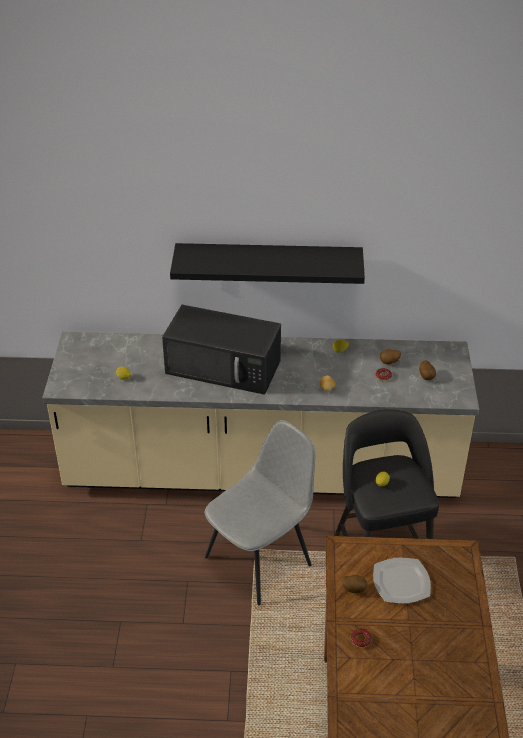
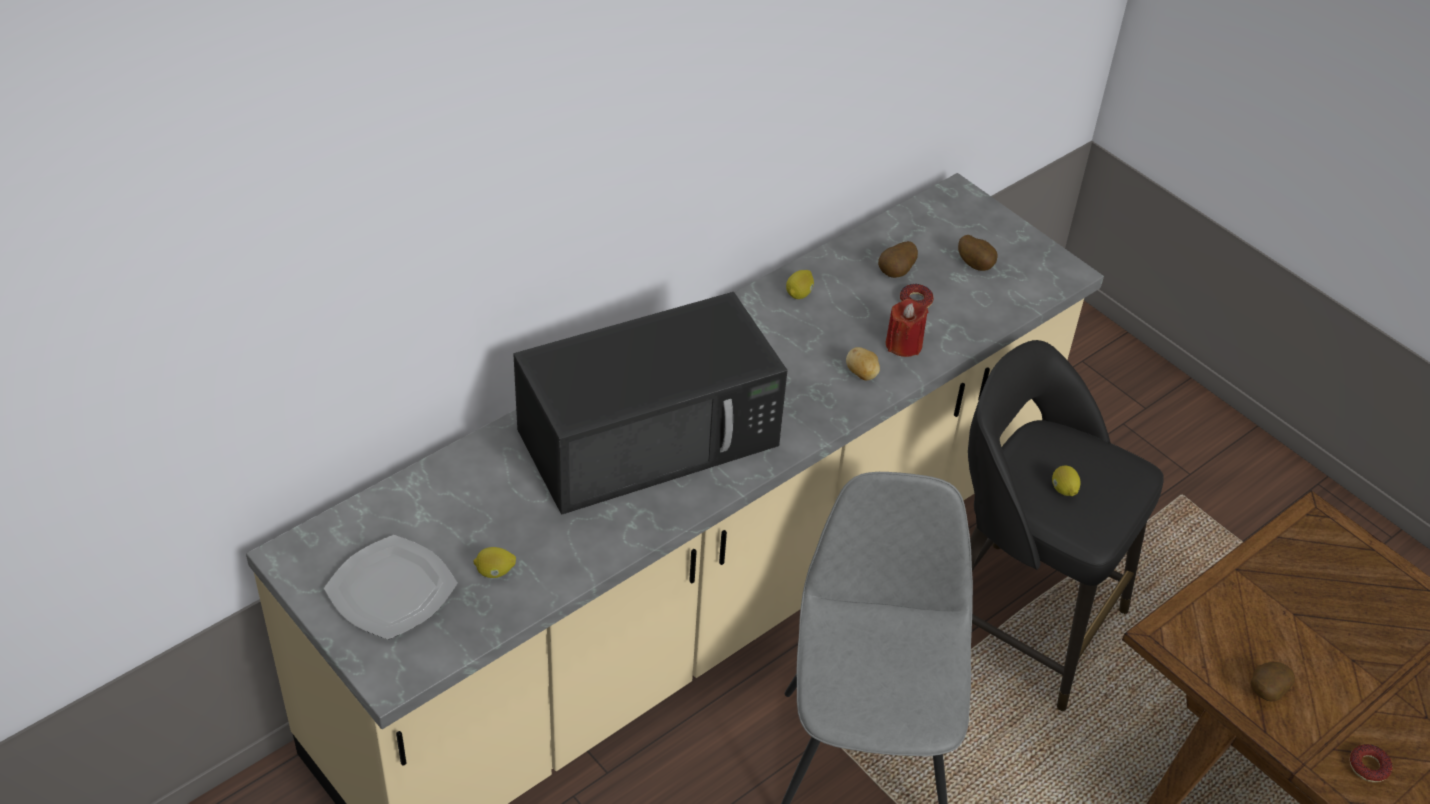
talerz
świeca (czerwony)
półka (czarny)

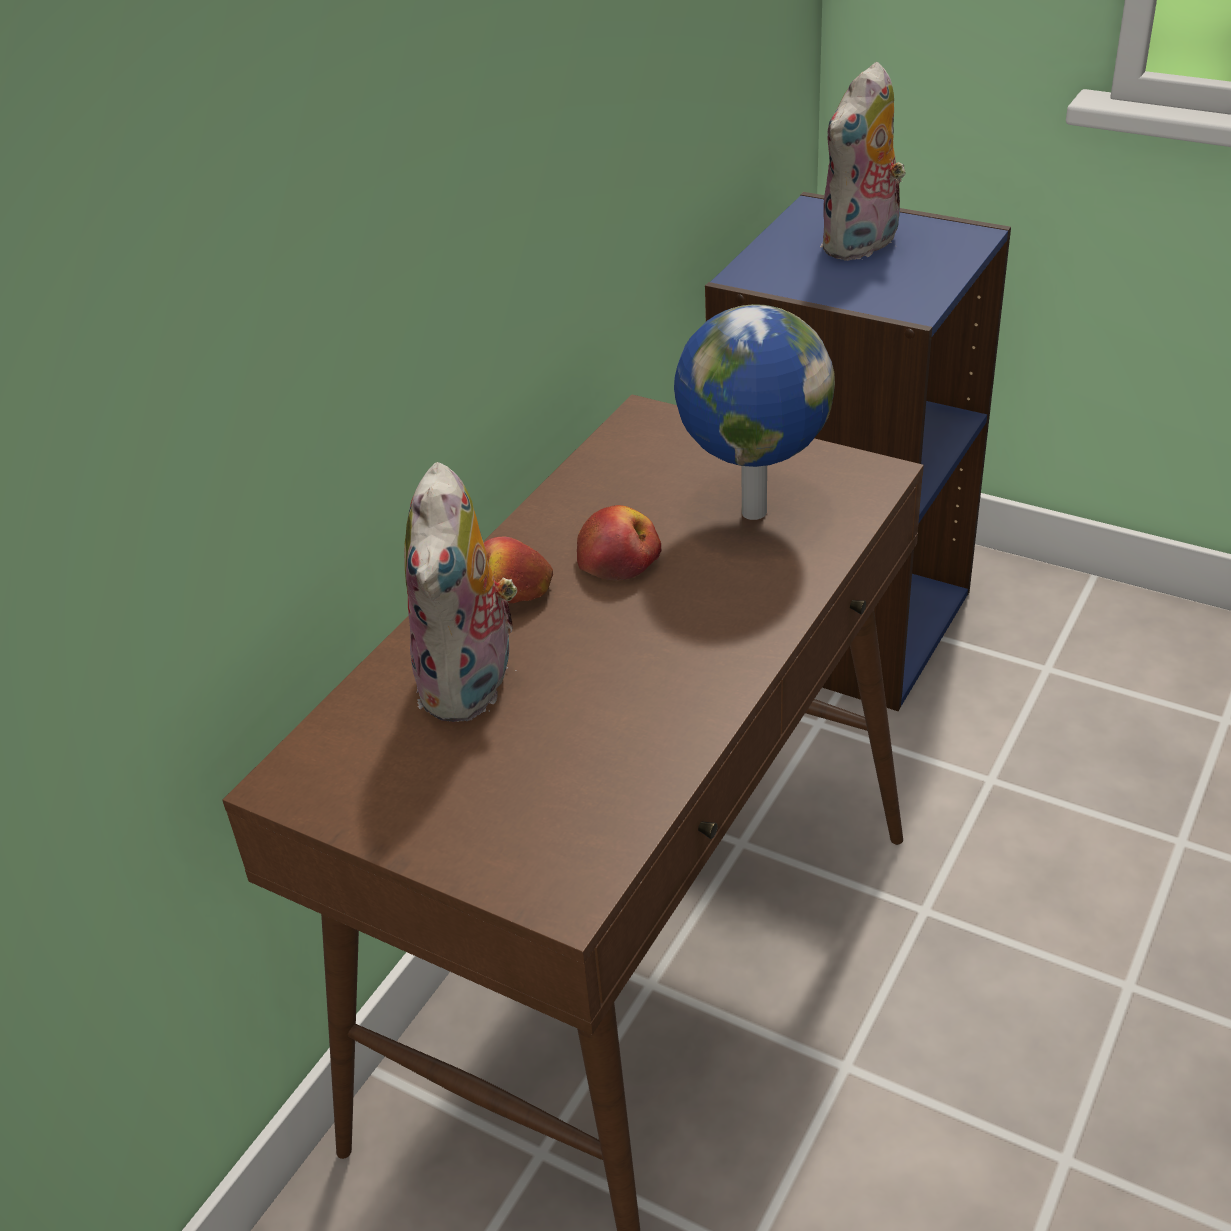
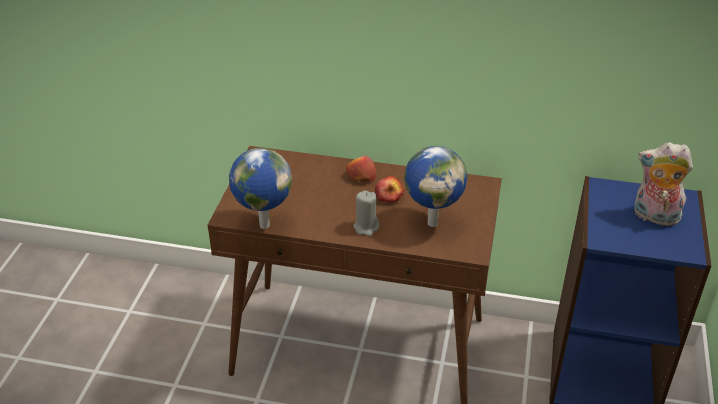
globus (no. 1 from left)
świeca (szary)
pluszak (no. 1 from left in the first image)

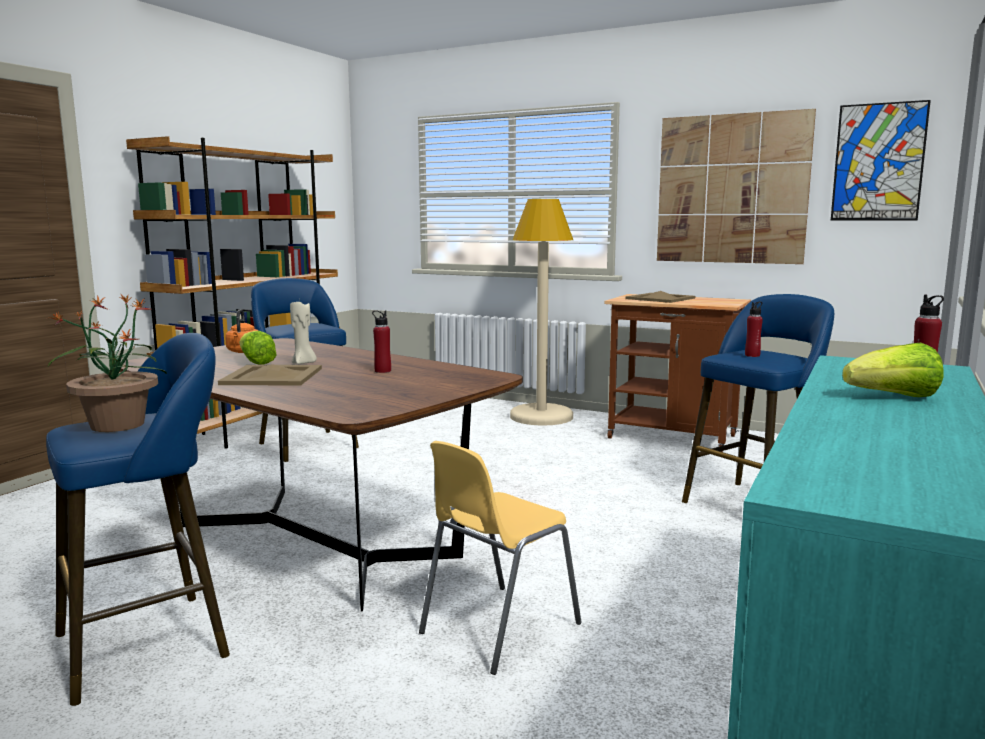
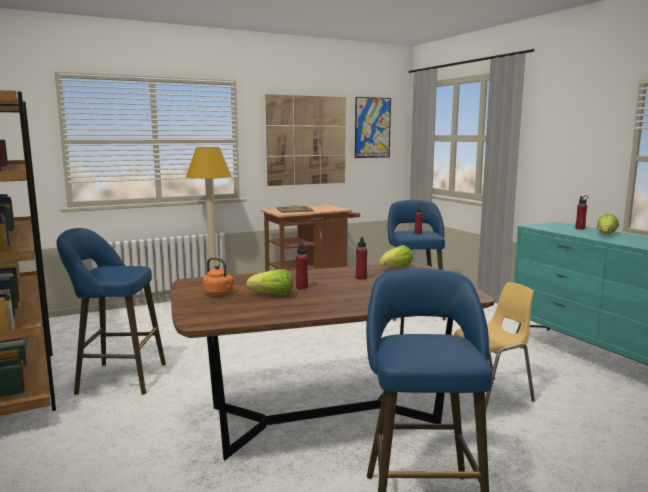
butelka (czerwony) (no. 1 from left)
sałata (no. 2 from left)
krzesło (żółty)
roślina doniczkowa
taca (beżowy) (no. 1 from left in the first image)

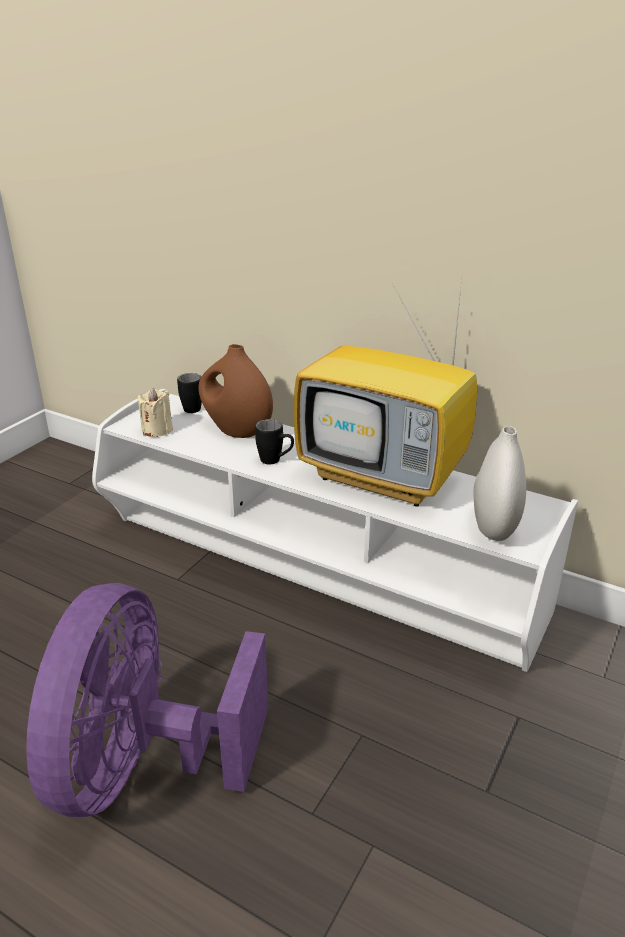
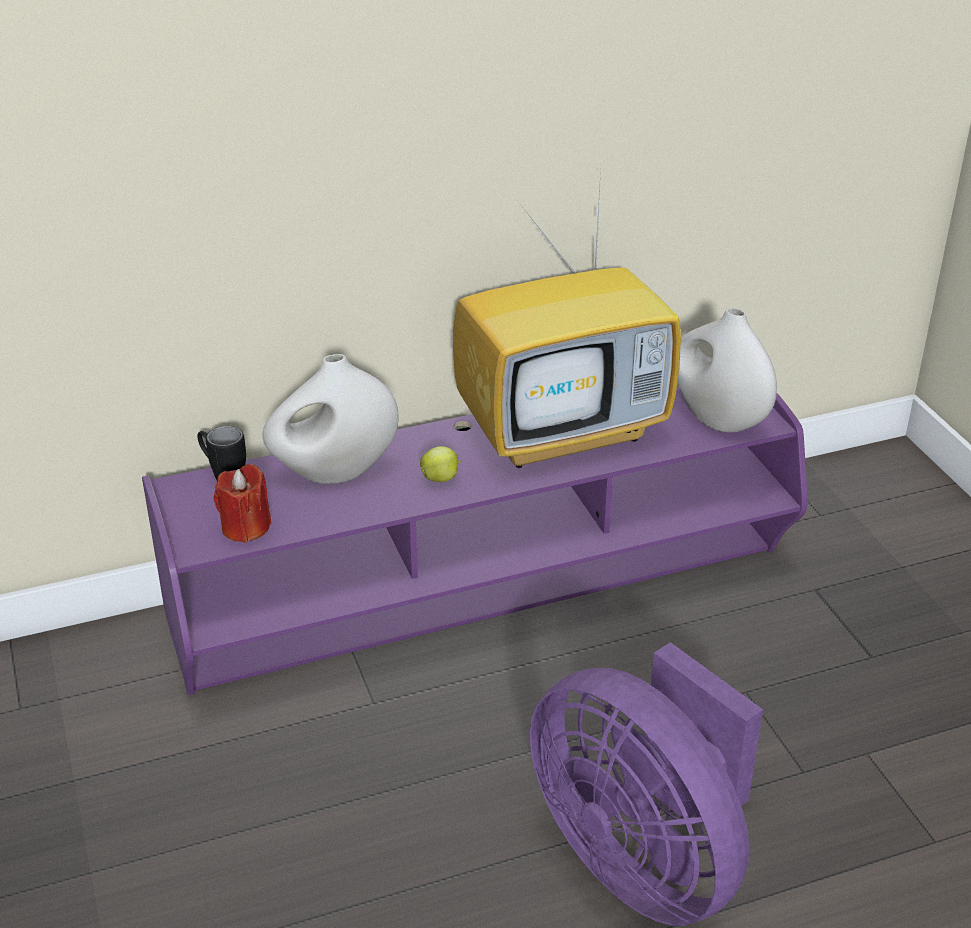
szafka pod telewizor (fioletowy)
świeca (czerwony)
wazon (biały) (no. 1 from left)
jabłko

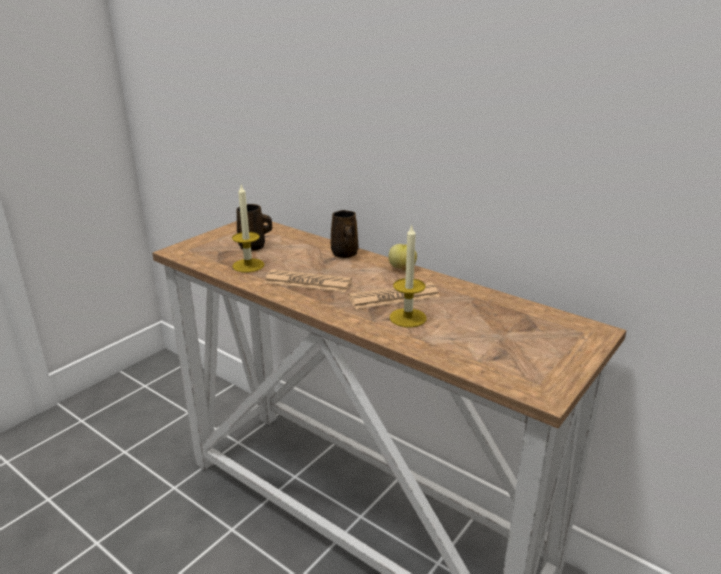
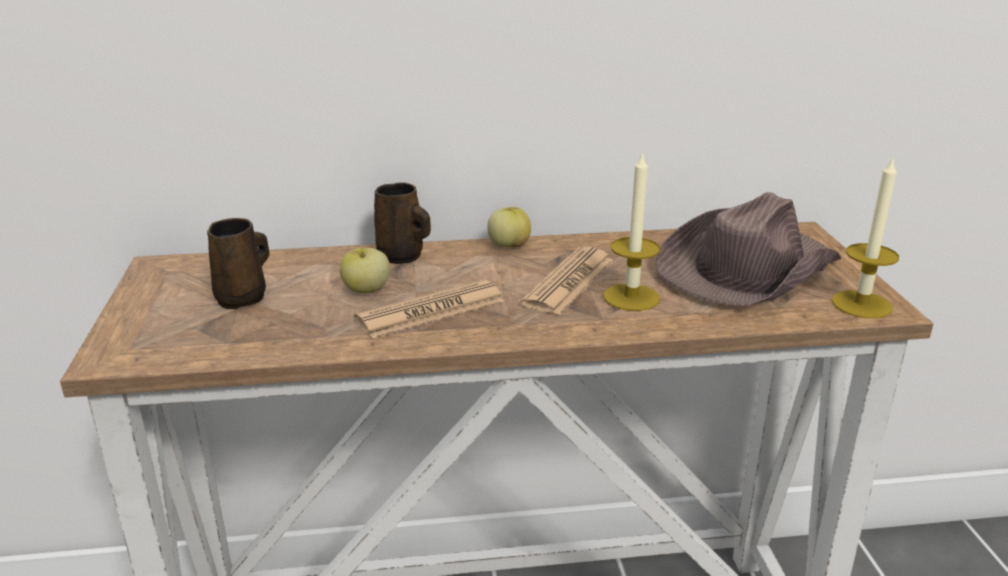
jabłko (no. 1 from left)
kapelusz (brązowy)
świeca (no. 2 from left)

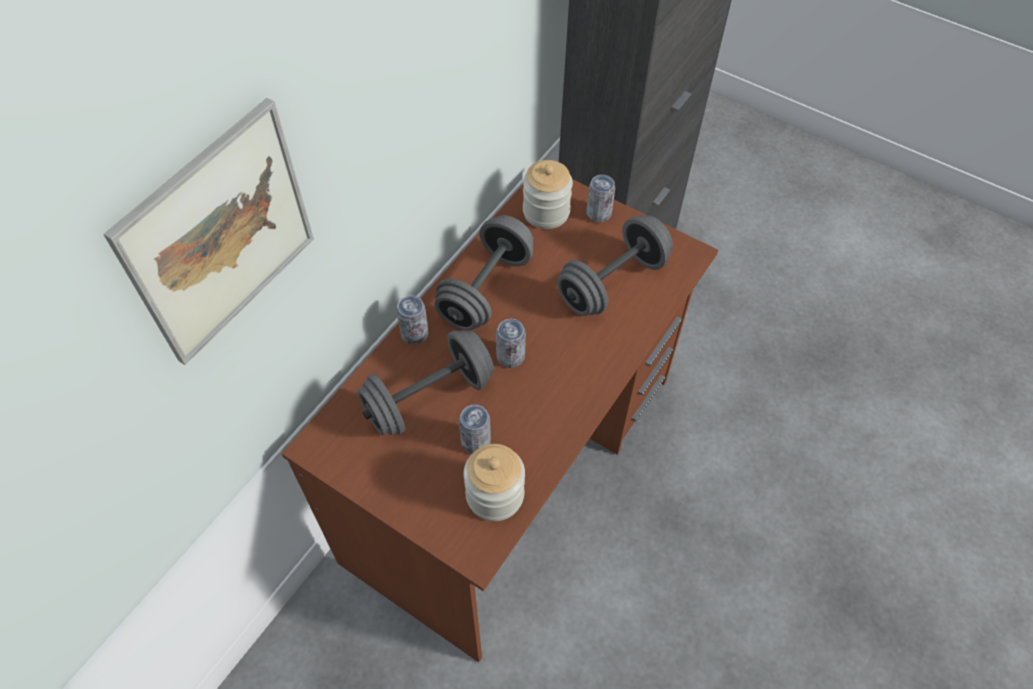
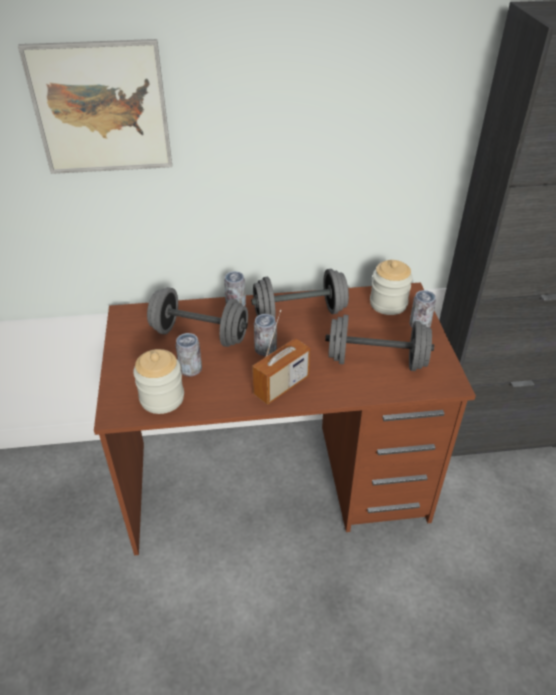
radio

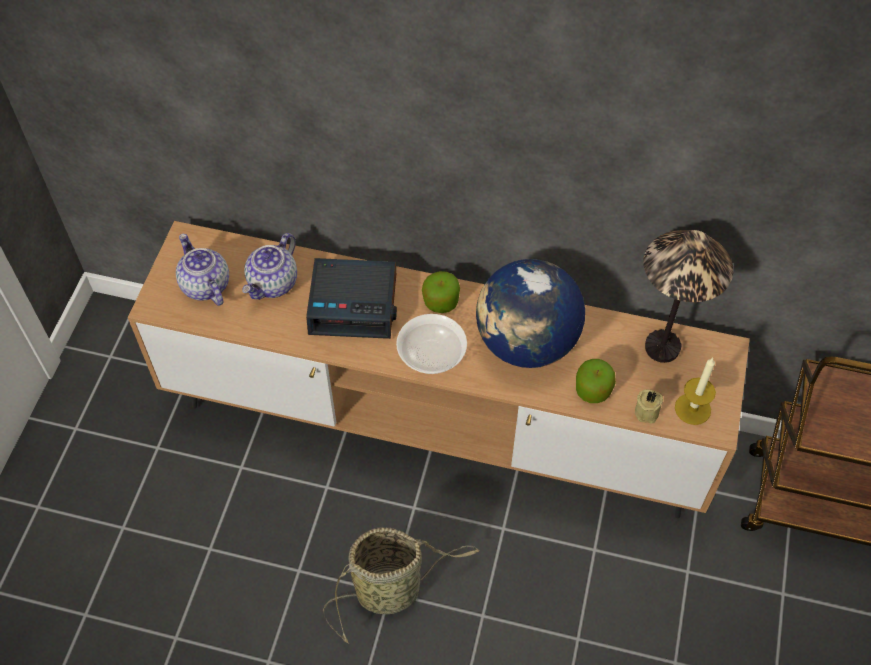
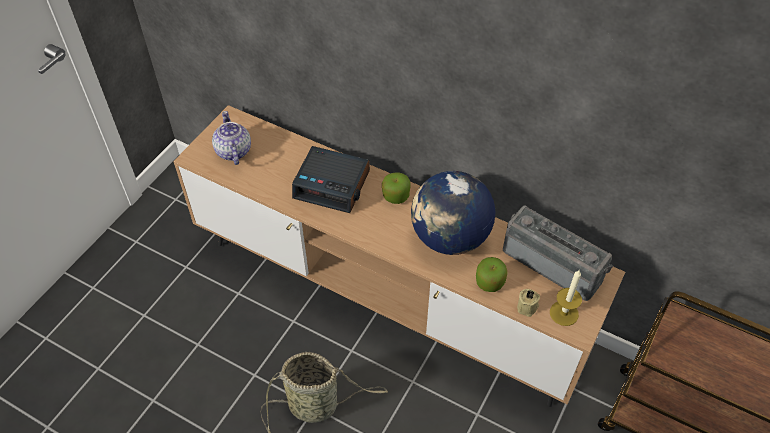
radio
imbryk (no. 2 from left in the first image)
miska

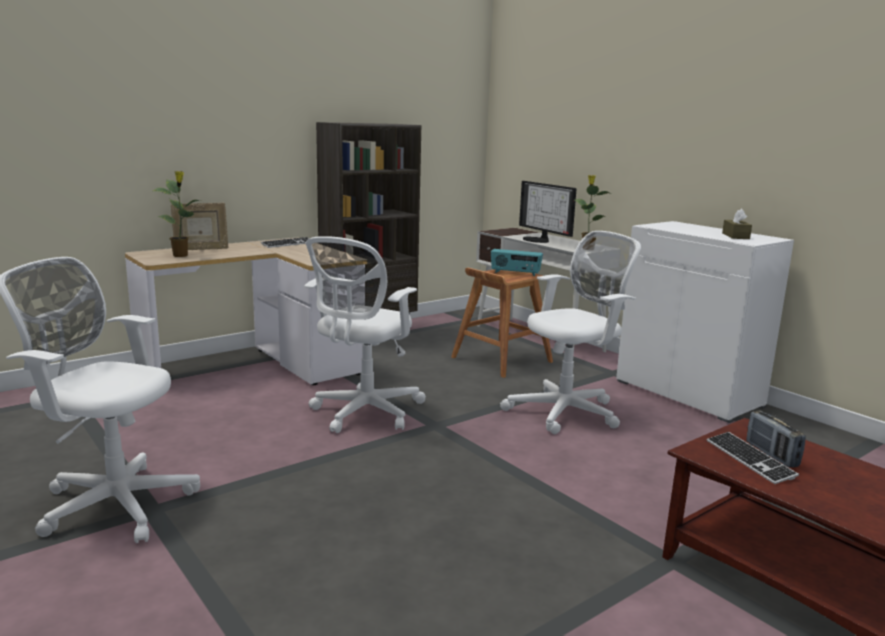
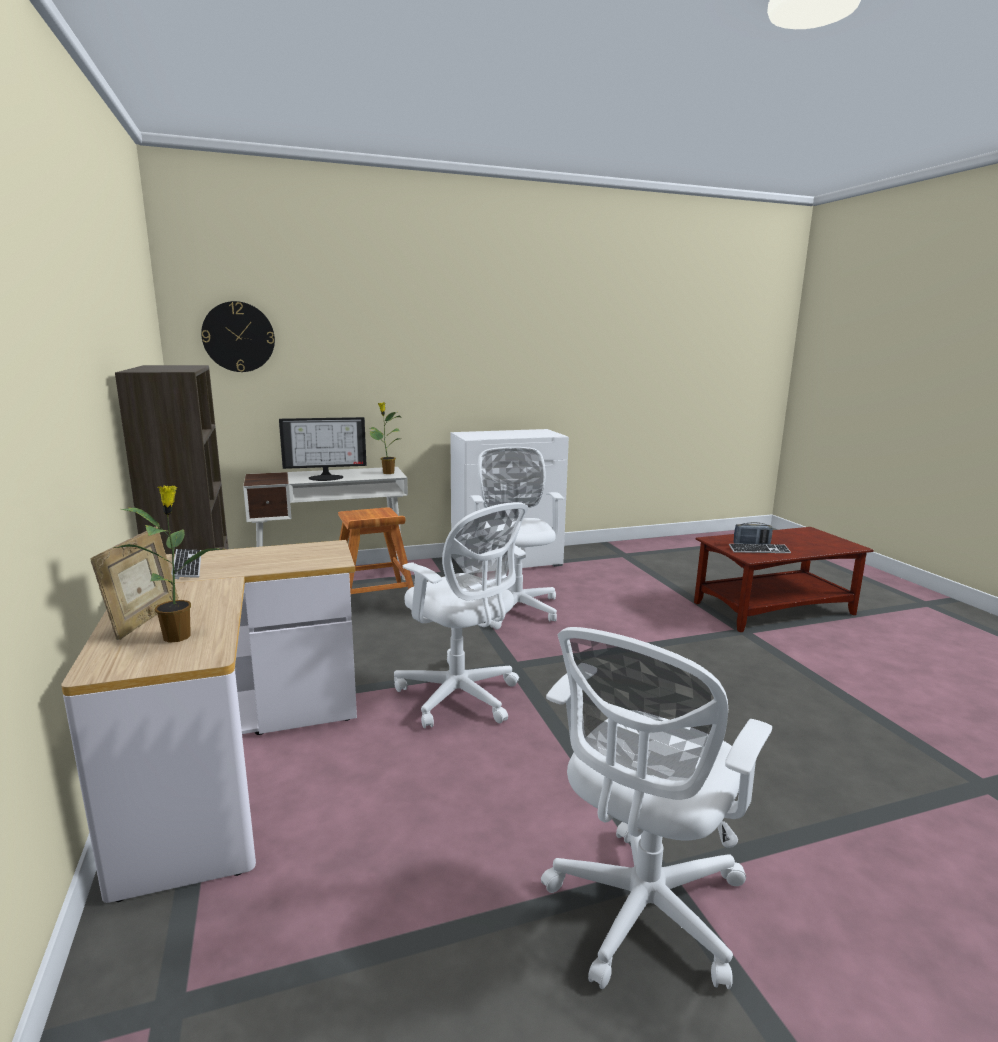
zegar ścienny
radio (no. 1 from left in the first image)
pudełko chusteczek (brązowy)

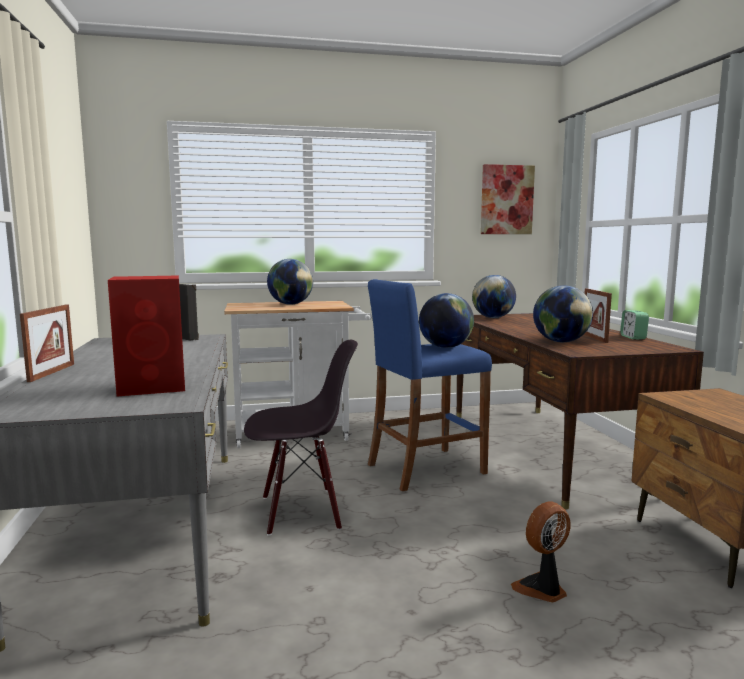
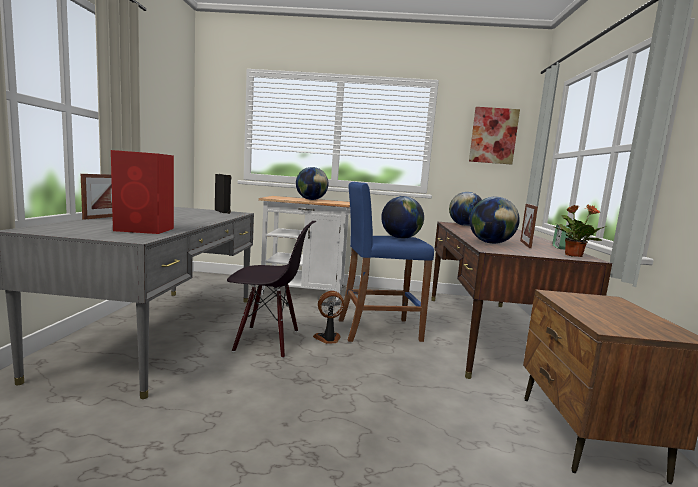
wentylator
roślina doniczkowa

